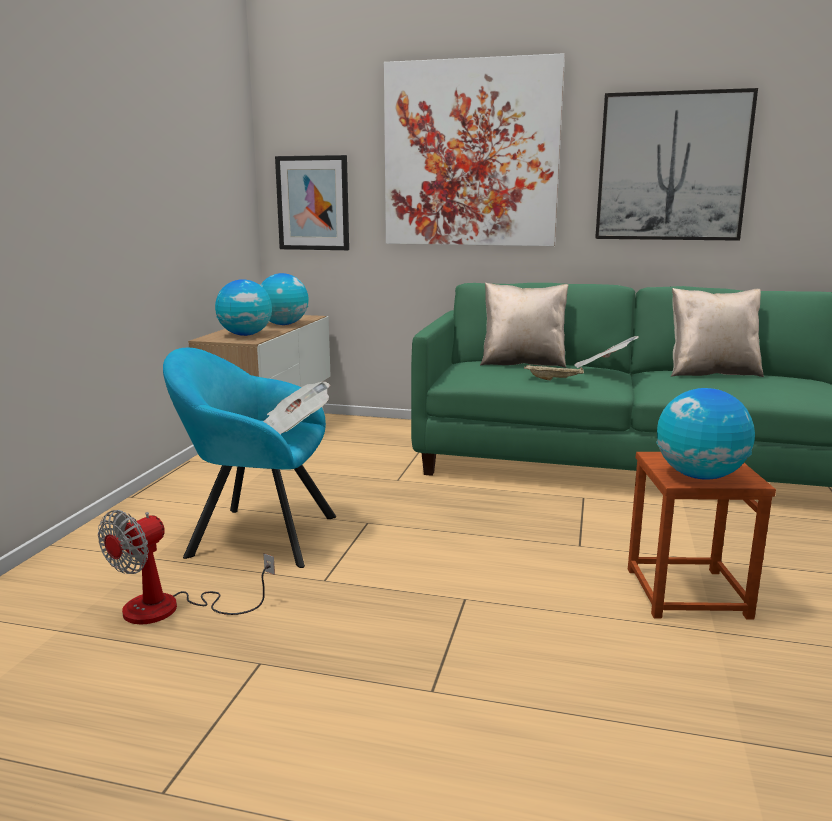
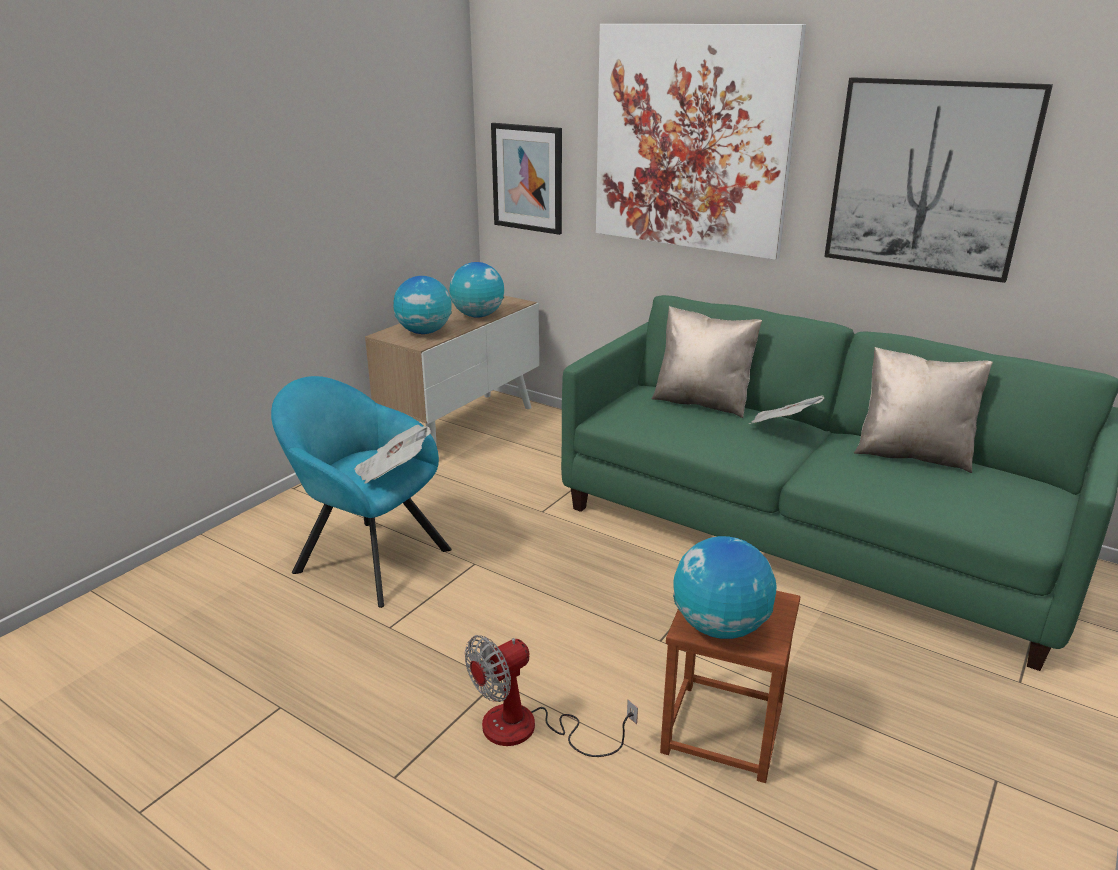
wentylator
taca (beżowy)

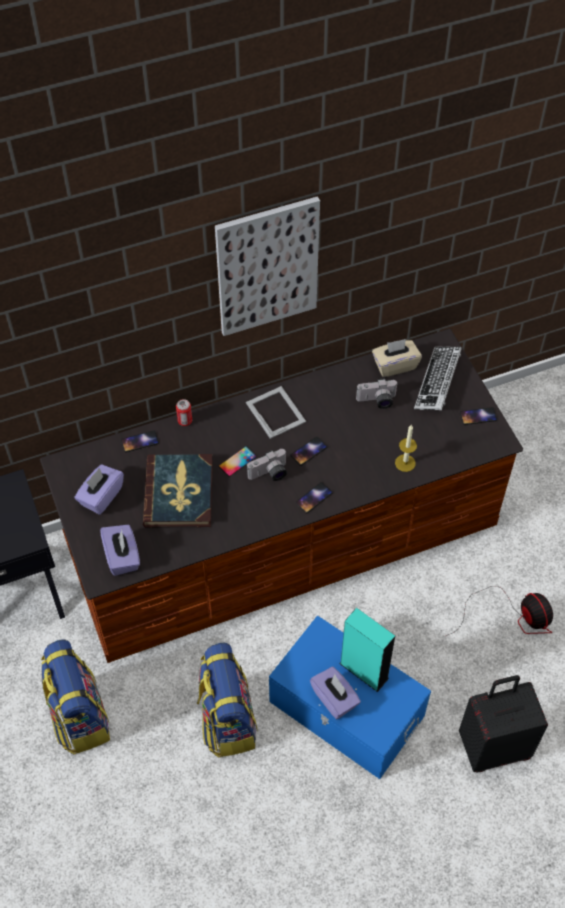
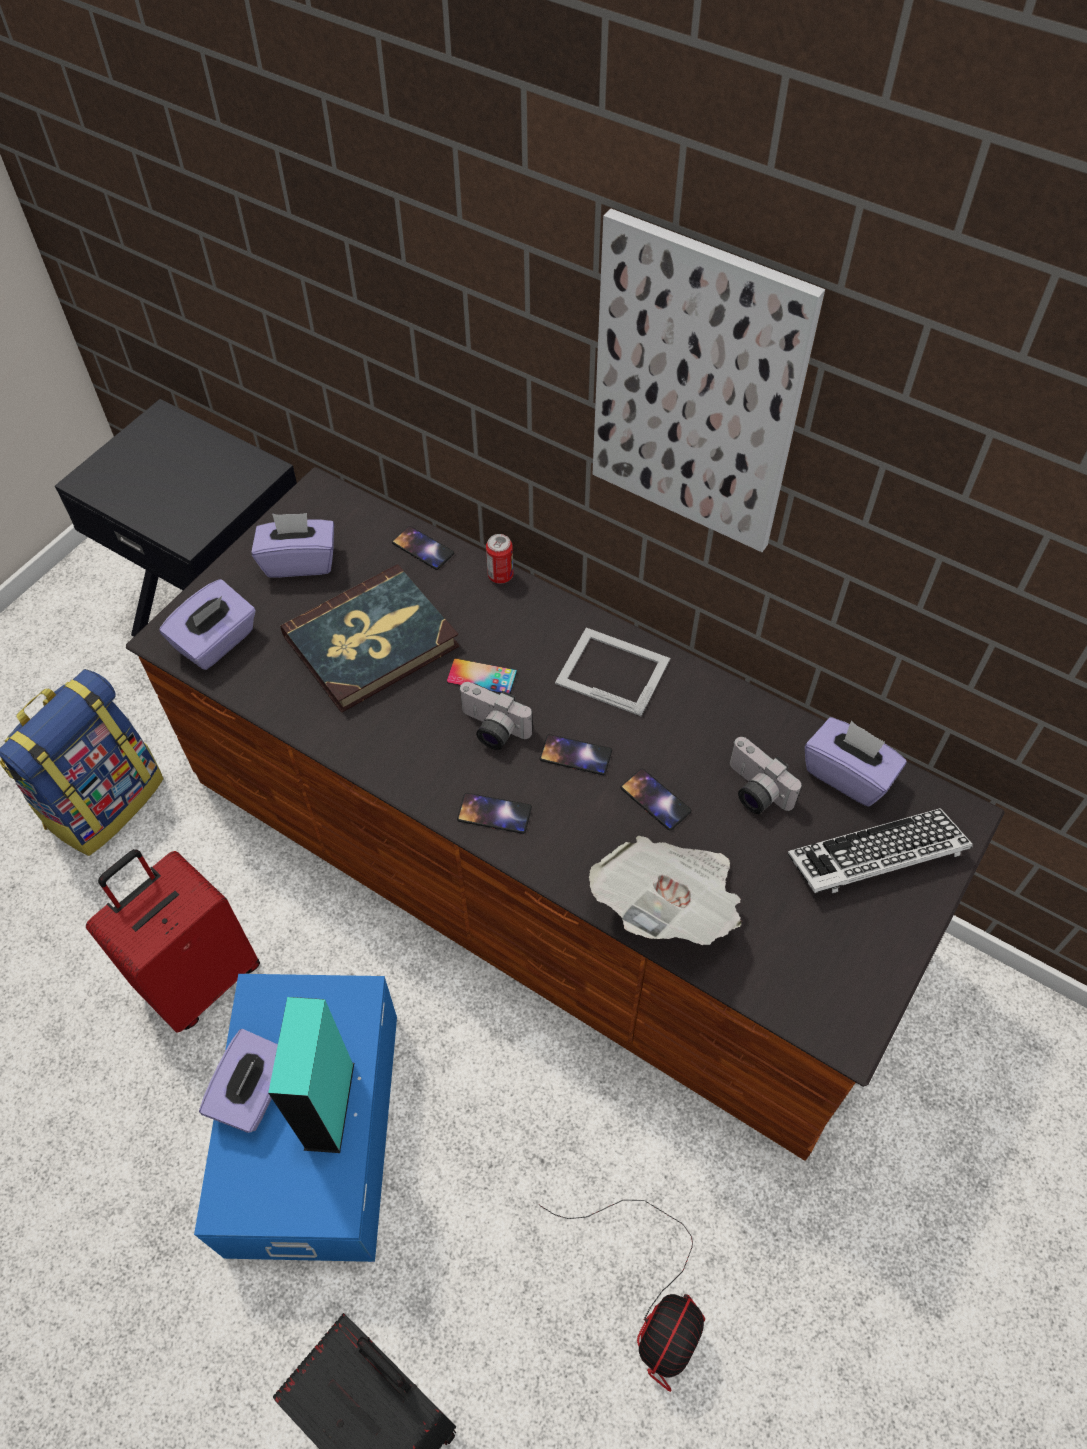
walizka (czerwony)
ramka na zdjęcie
gazeta
telefon (no. 5 from left)
pudełko chusteczek (fioletowy) (no. 4 from left)

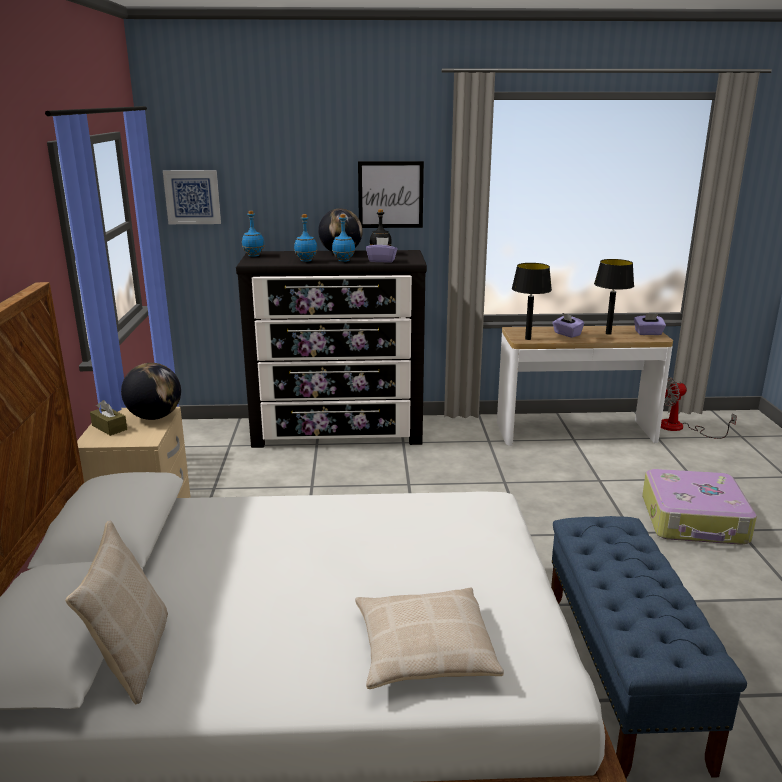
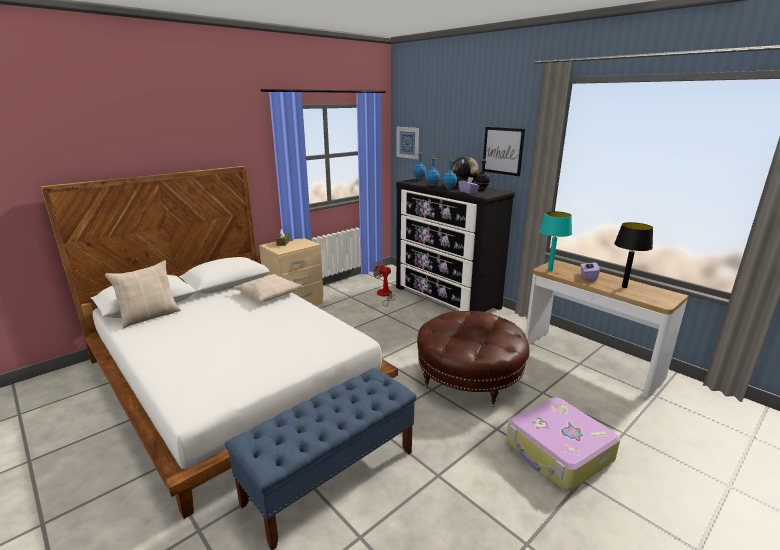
poduszka (beżowy) (no. 2 from left)
wentylator
pufa (brązowy)
lampa stołowa (turkusowy)
globus (no. 1 from left in the first image)
pudełko chusteczek (fioletowy) (no. 3 from left in the first image)

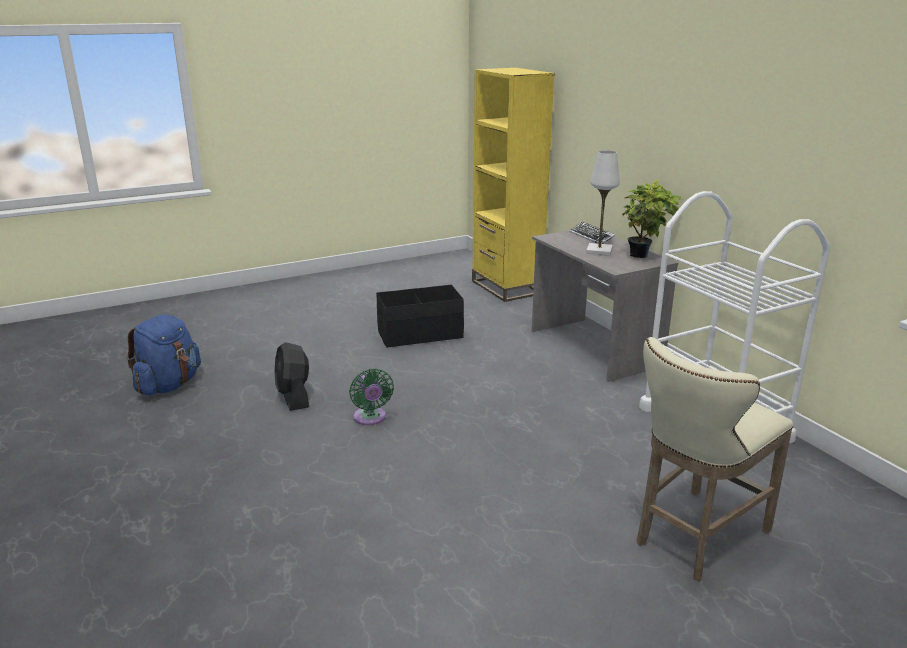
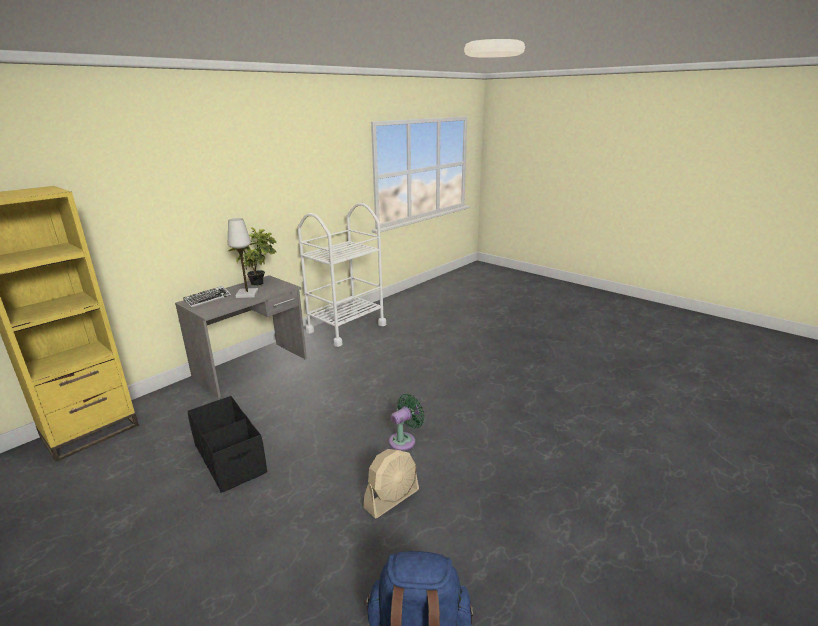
wentylator (beżowy)
stołek (beżowy)

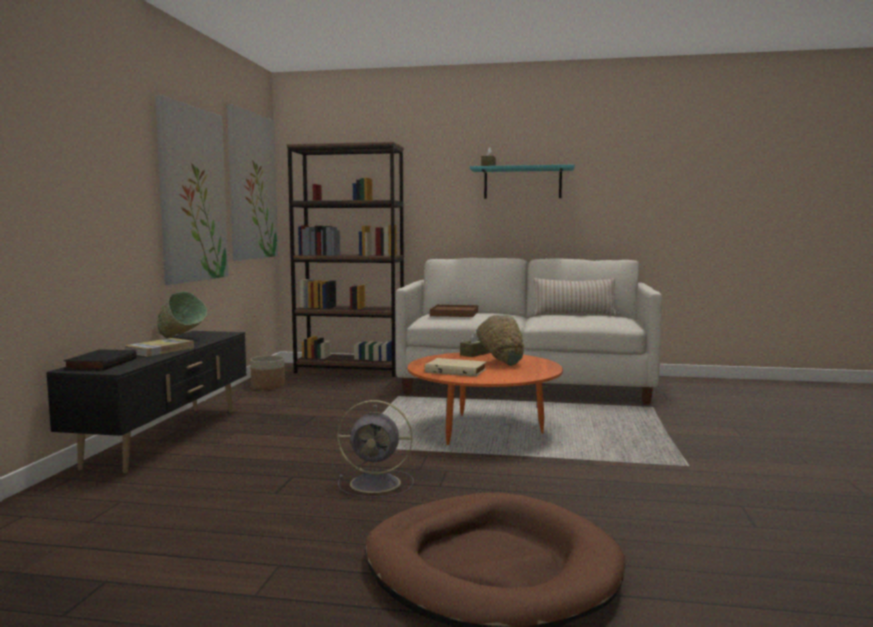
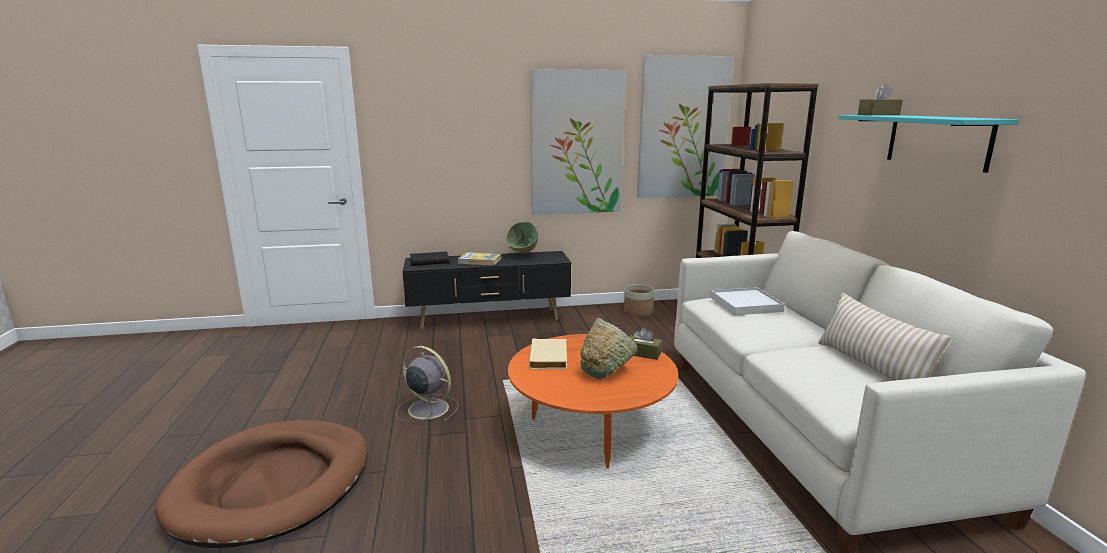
wentylator (szary)
taca (biały)

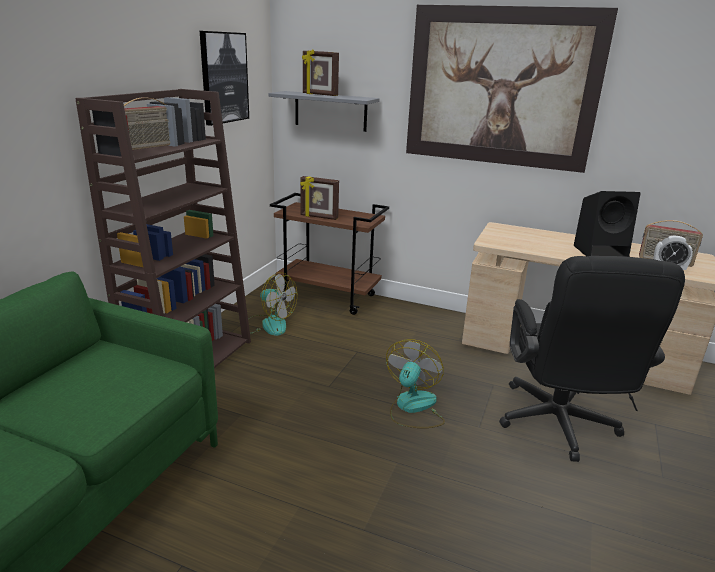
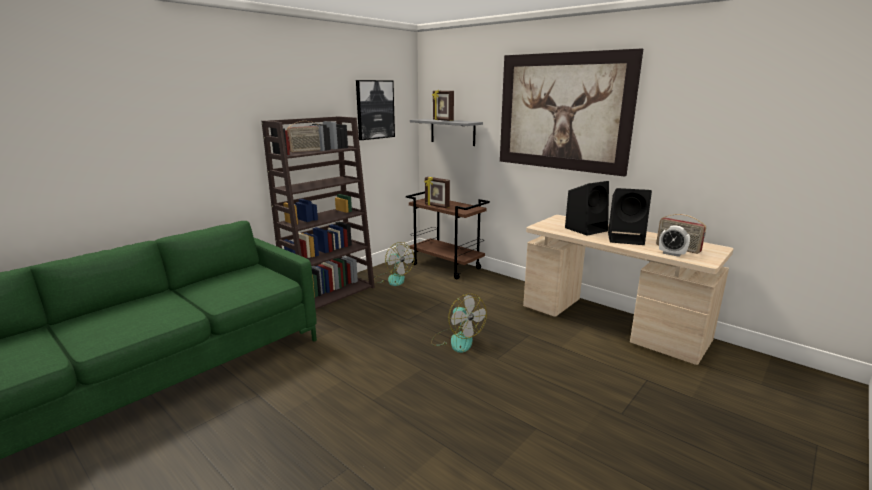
wentylator (no. 2 from left)
głośnik (czarny) (no. 1 from left)
krzesło biurowe (czarny)

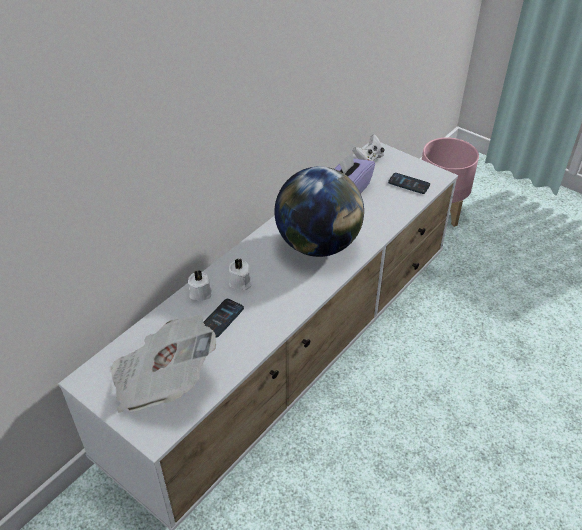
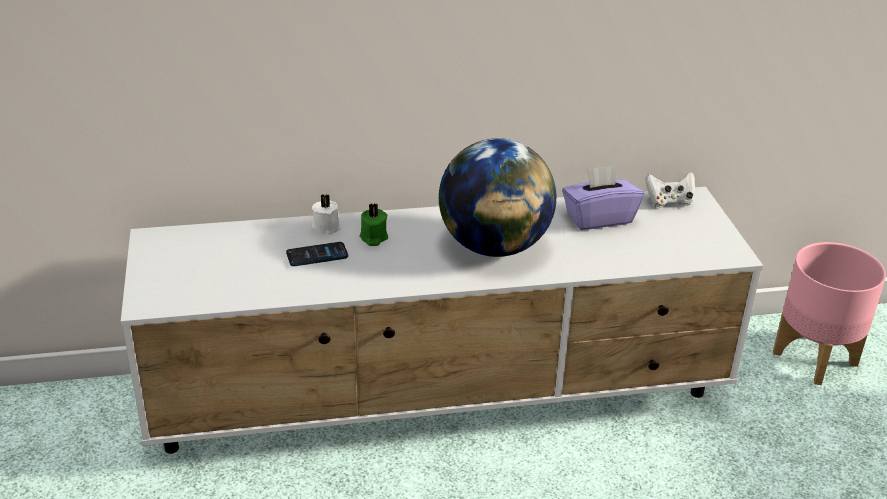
świeca (zielony)
gazeta
telefon (no. 2 from left in the first image)

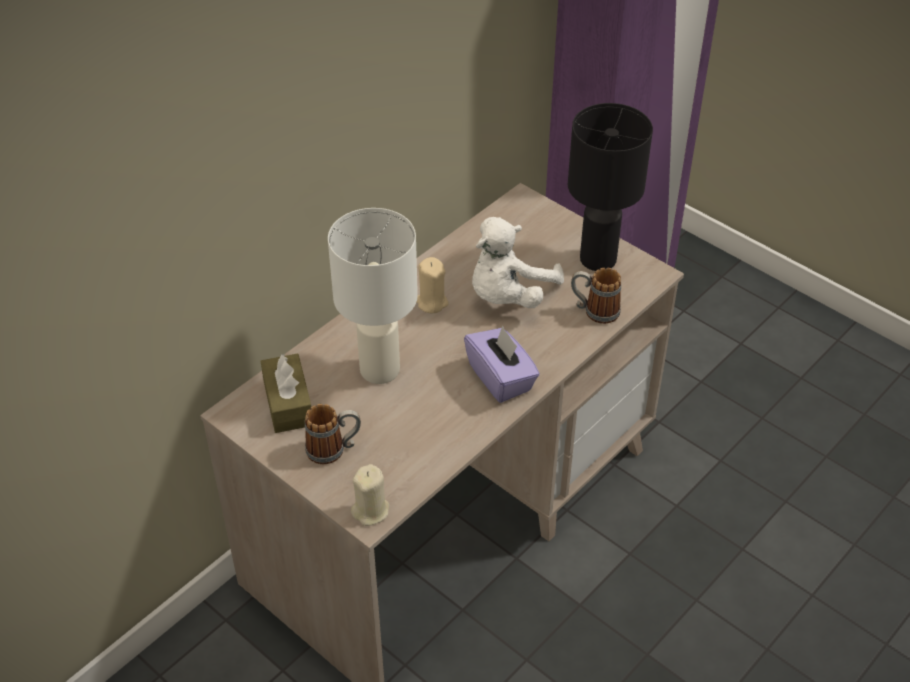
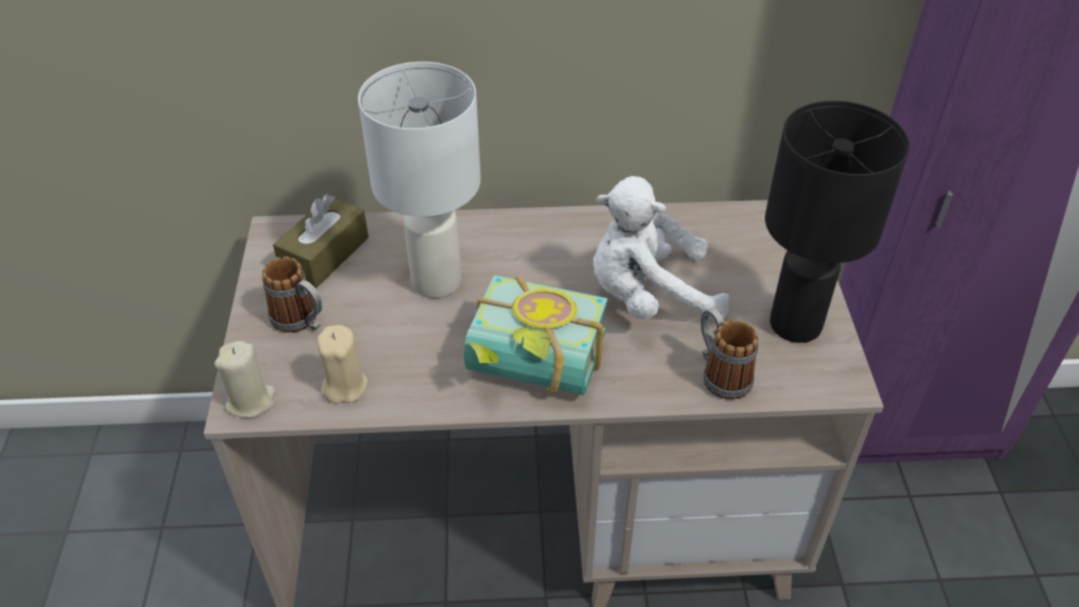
świeca (beżowy) (no. 2 from left)
książka

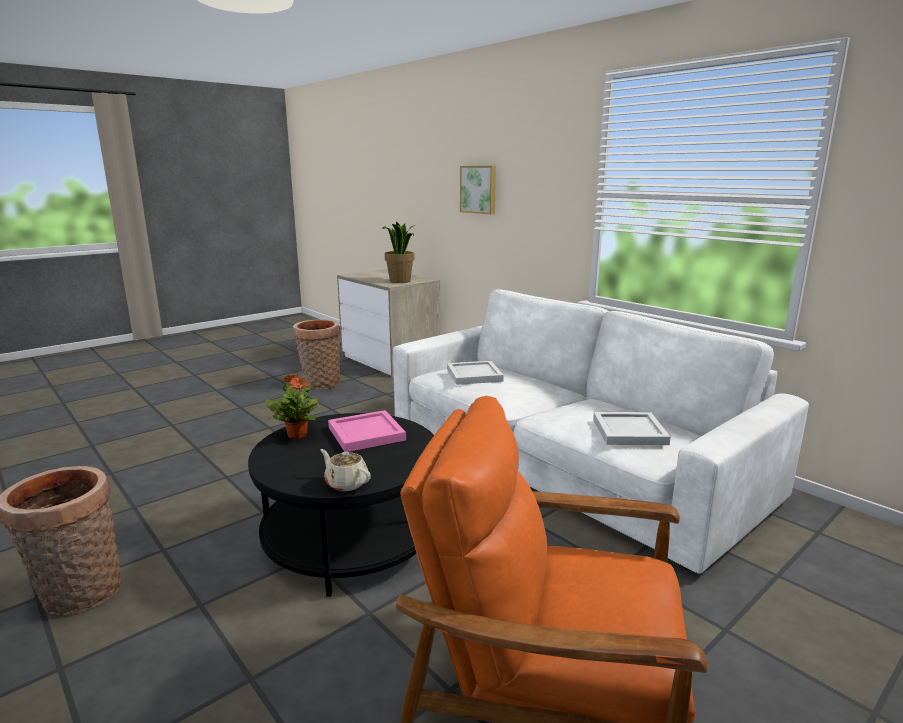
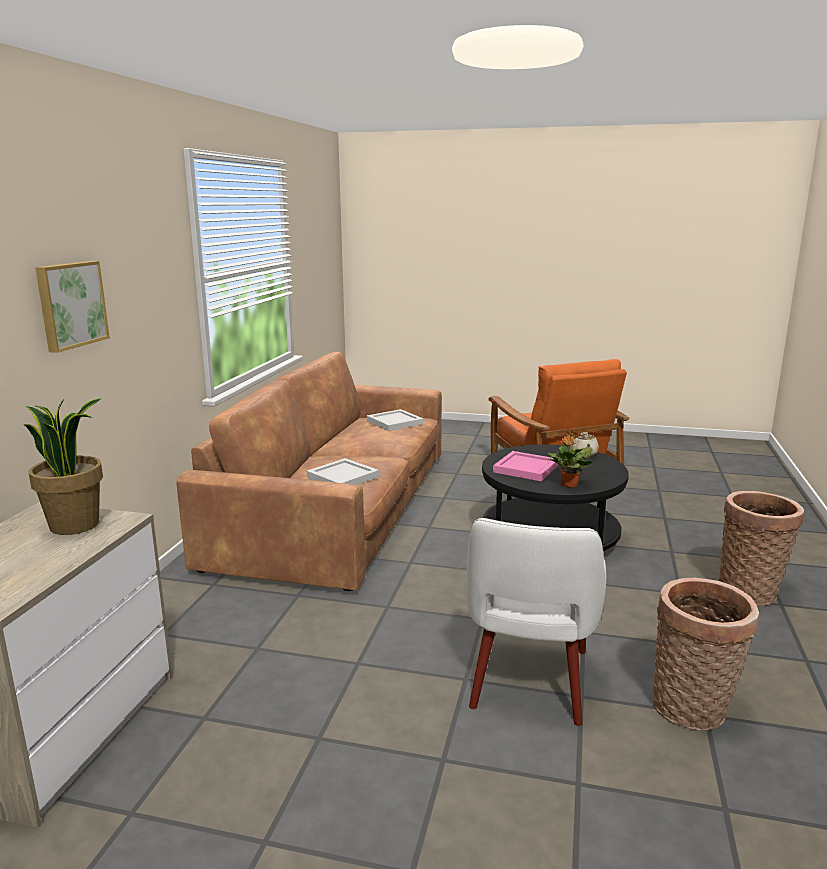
kanapa (brązowy)
fotel (biały)
koszyk (no. 1 from left)

